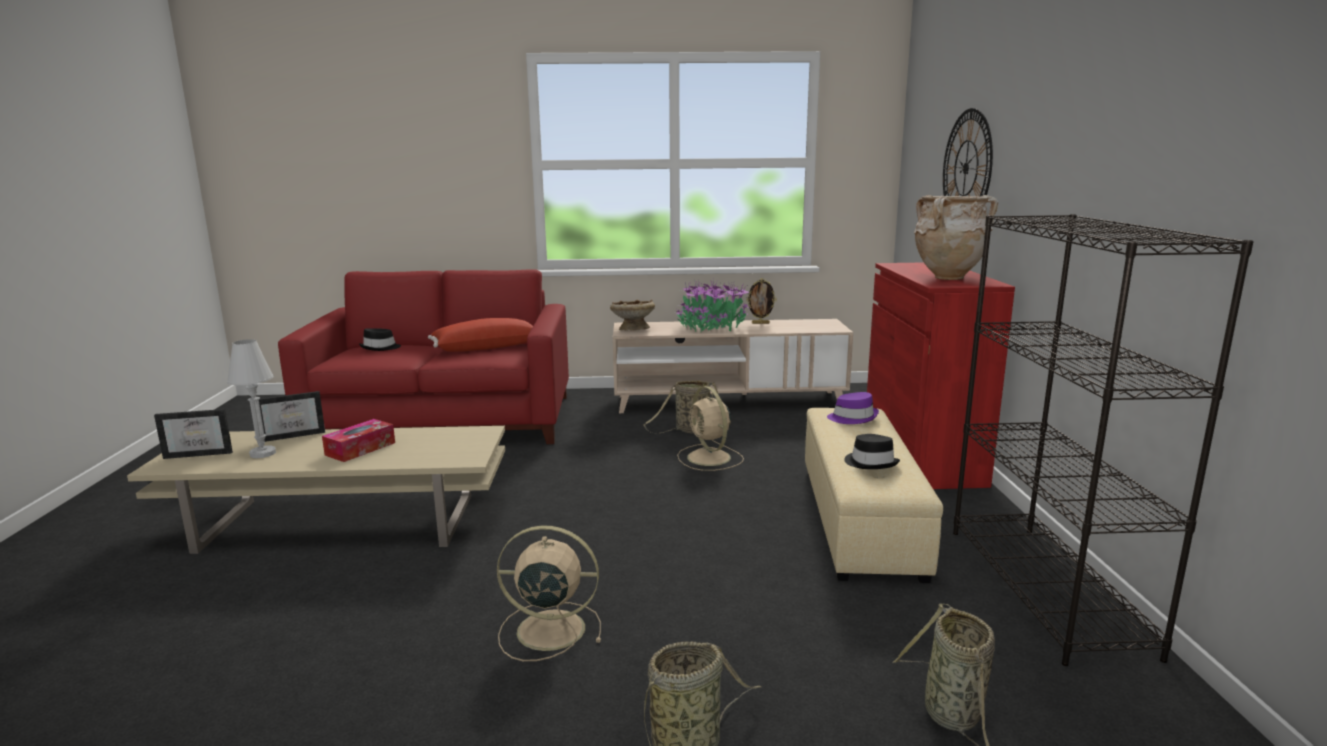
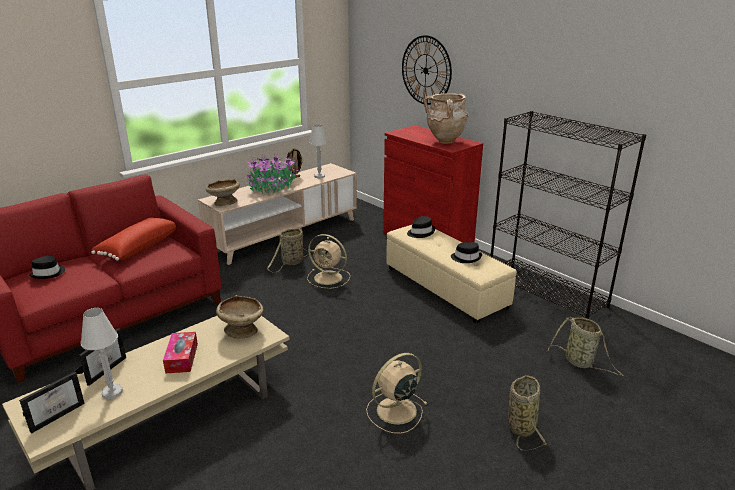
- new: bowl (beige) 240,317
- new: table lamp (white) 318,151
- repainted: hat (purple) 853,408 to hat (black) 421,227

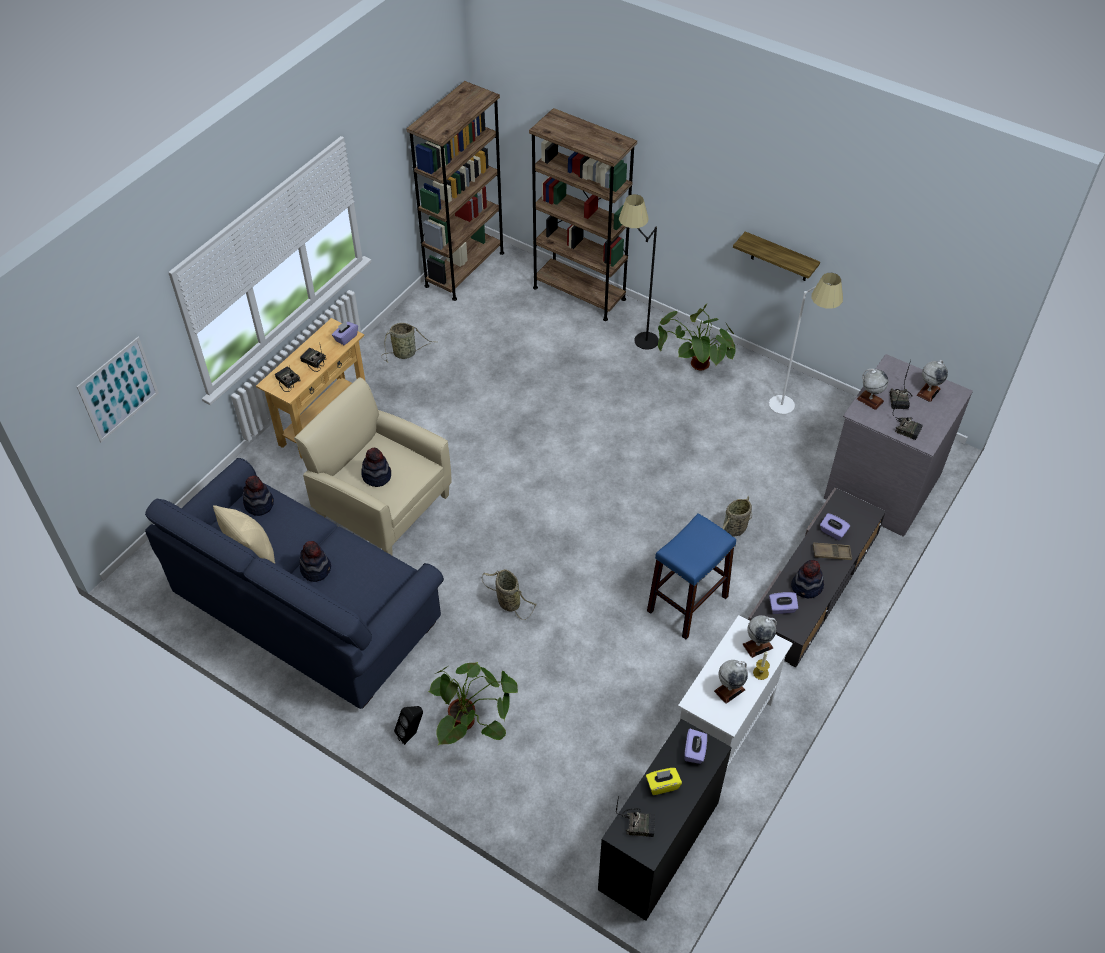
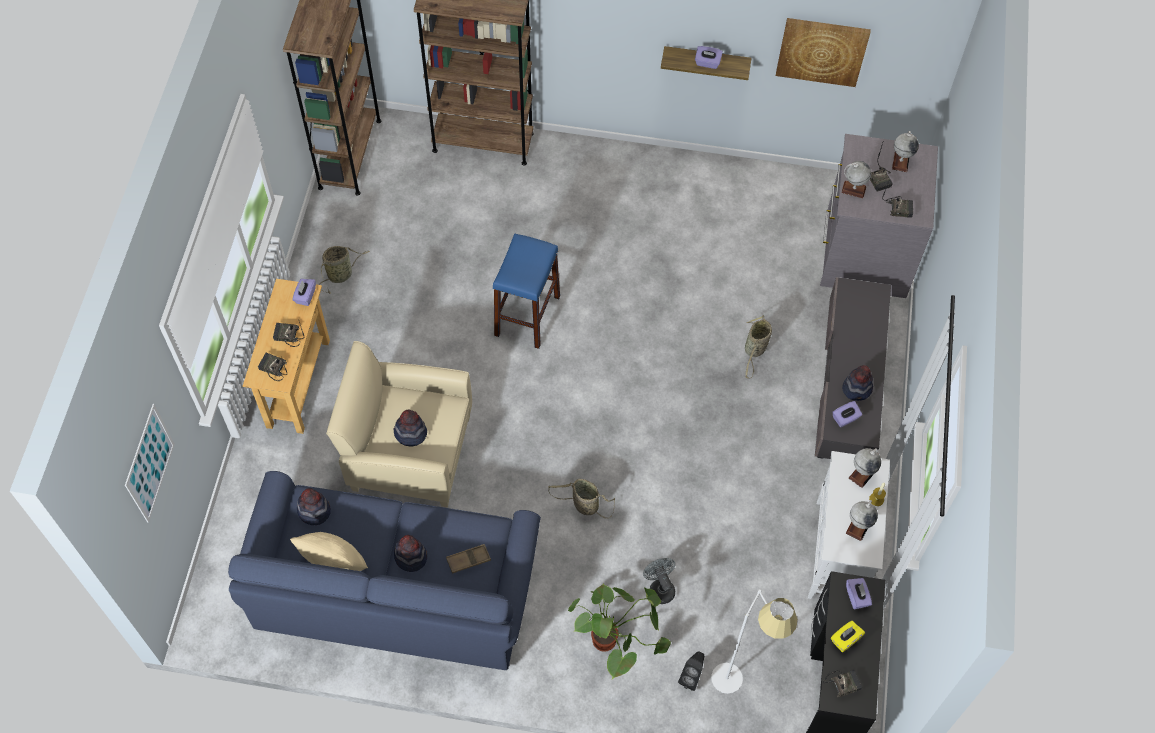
- gone: floor lamp (black) 639,272
- gone: potted plant 697,336
- new: fan (grey) 659,581
- new: picture 823,52
- shifted: speaker (black) 408,725 to 691,671
- shifted: stool (blue) 691,576 to 526,291
- shifted: floor lamp (white) 806,343 to 754,641
- shifted: tray (brown) 832,551 to 468,559
- shifted: tissue box (purple) 835,526 to 709,57

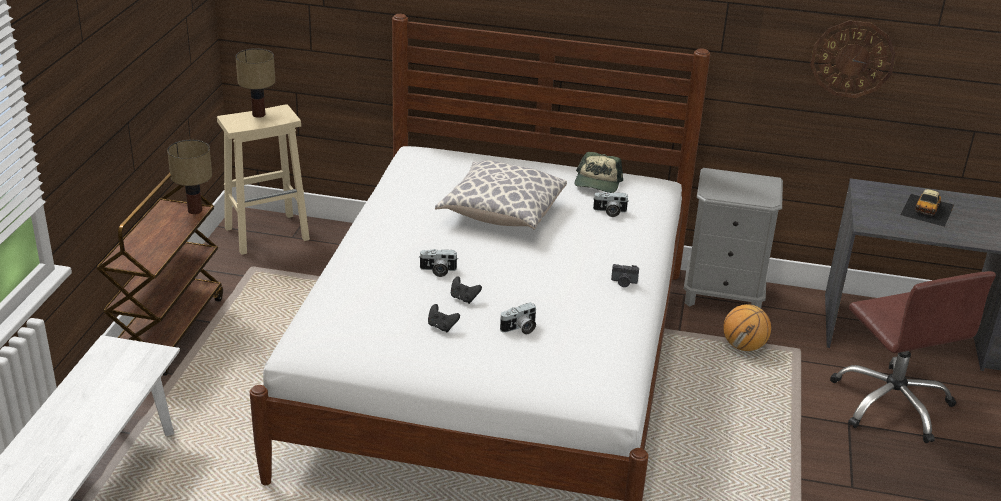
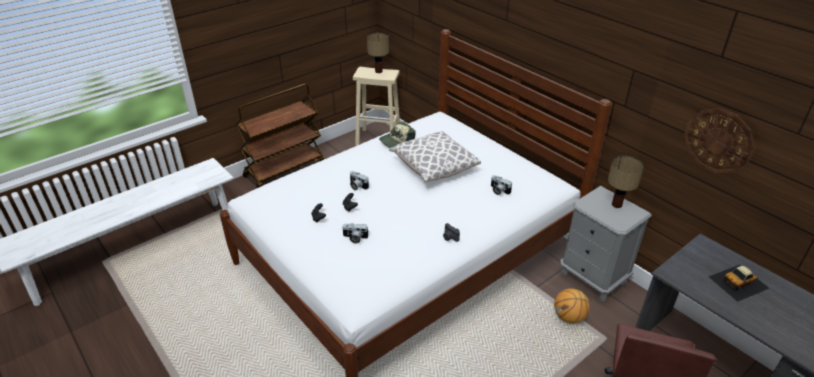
- shifted: table lamp 189,177 to 626,181
- shifted: cap 599,172 to 397,134

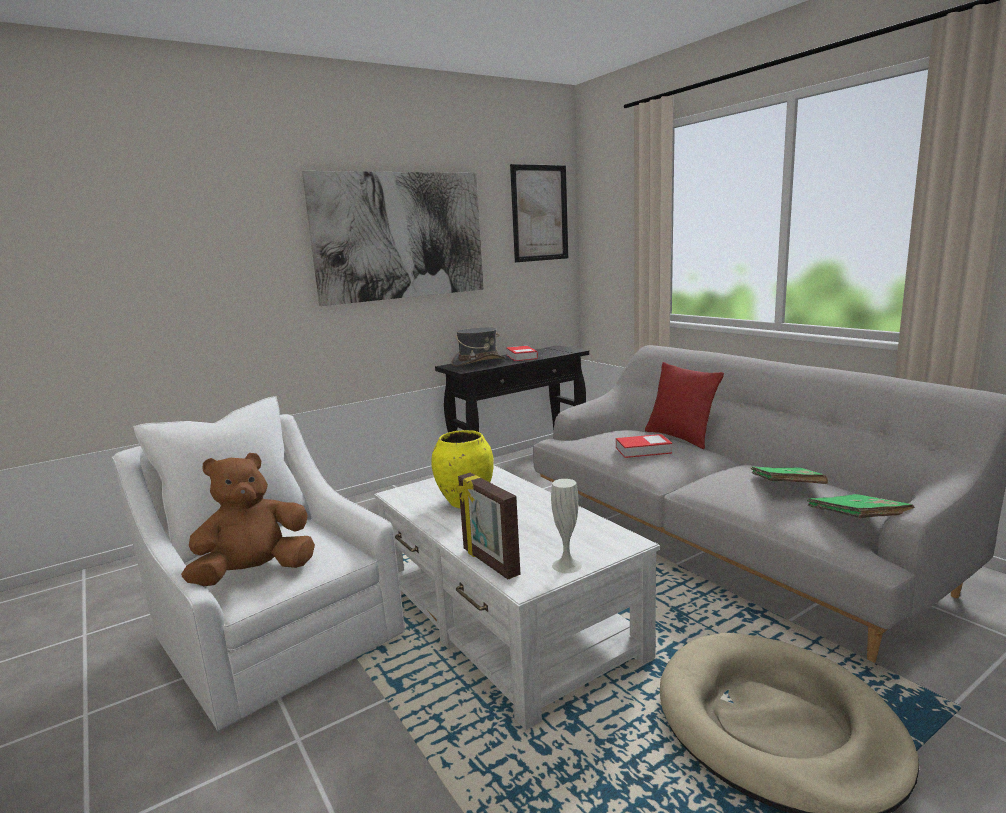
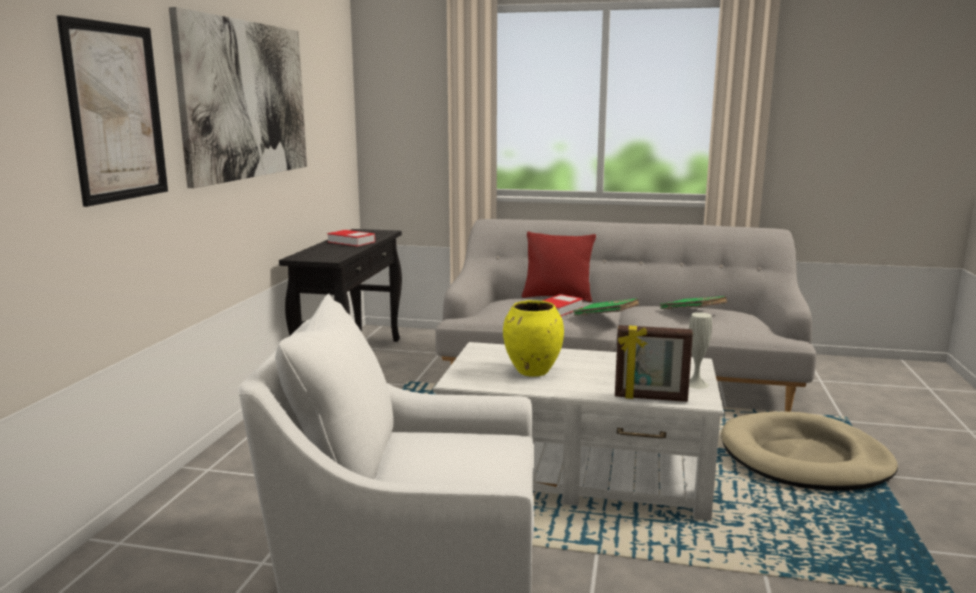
- gone: plush toy (brown) 248,519
- gone: hat (grey) 478,347
- shifted: picture 539,213 to 112,111
- shifted: book (green) 861,506 to 606,307

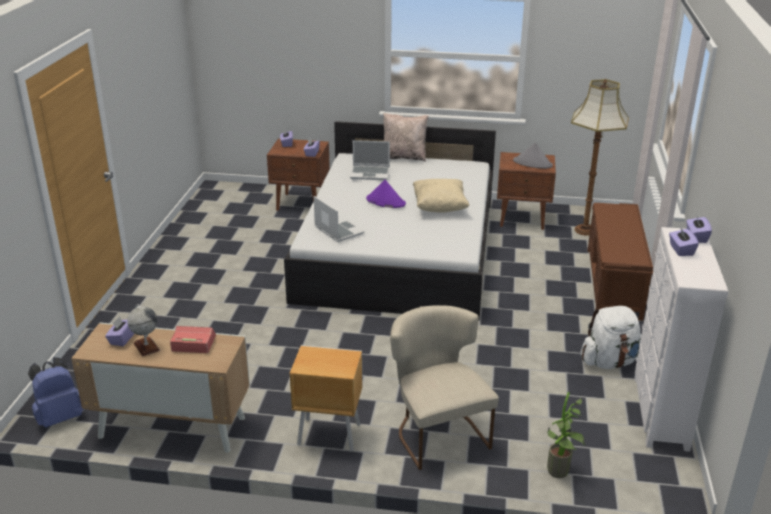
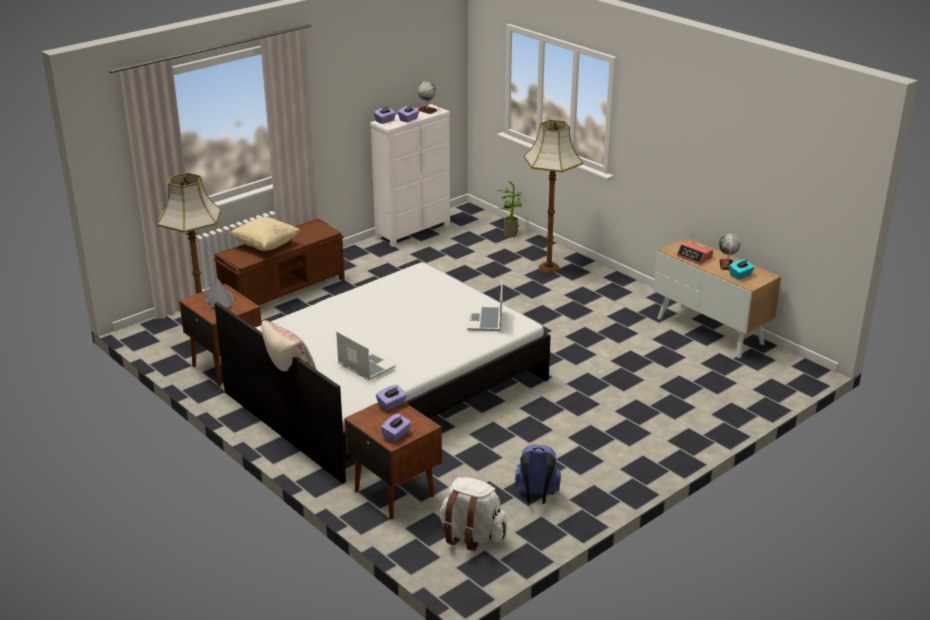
- gone: nightstand (brown) 326,398
- gone: hat (purple) 386,194
- new: globe 427,97
- shifted: backpack (blue) 56,392 to 538,474
- shifted: pillow (beige) 441,195 to 265,234
- shifted: backpack (white) 610,337 to 473,514
- swapped: chair (beige) 444,387 to floor lamp 553,196
- repainted: tissue box (purple) 120,331 to tissue box (turquoise) 742,269

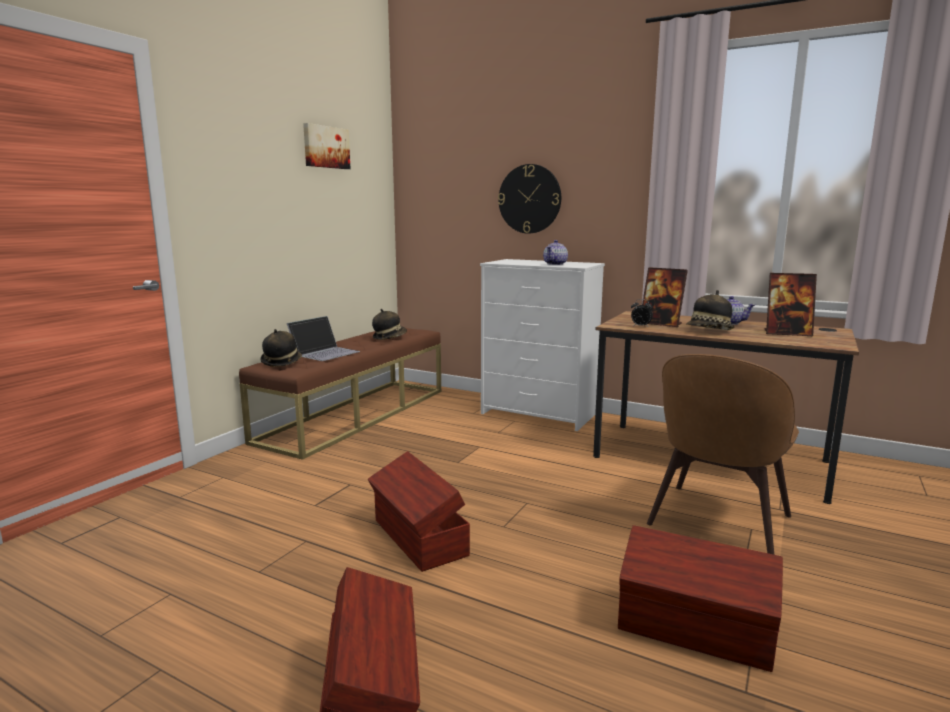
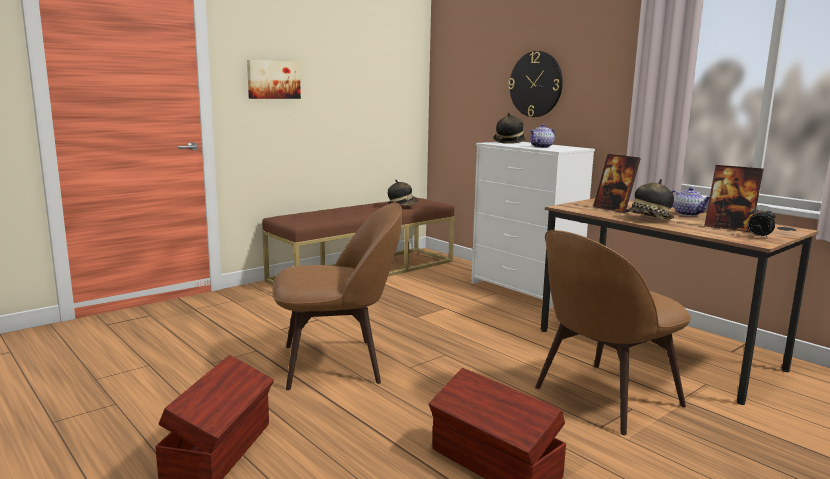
- gone: laptop 323,338
- shifted: hat 281,348 to 509,128
- shifted: picture 326,146 to 274,79
- shifted: alarm clock 642,313 to 762,222
- swapped: storage box (brown) 419,511 to chair (brown) 337,296

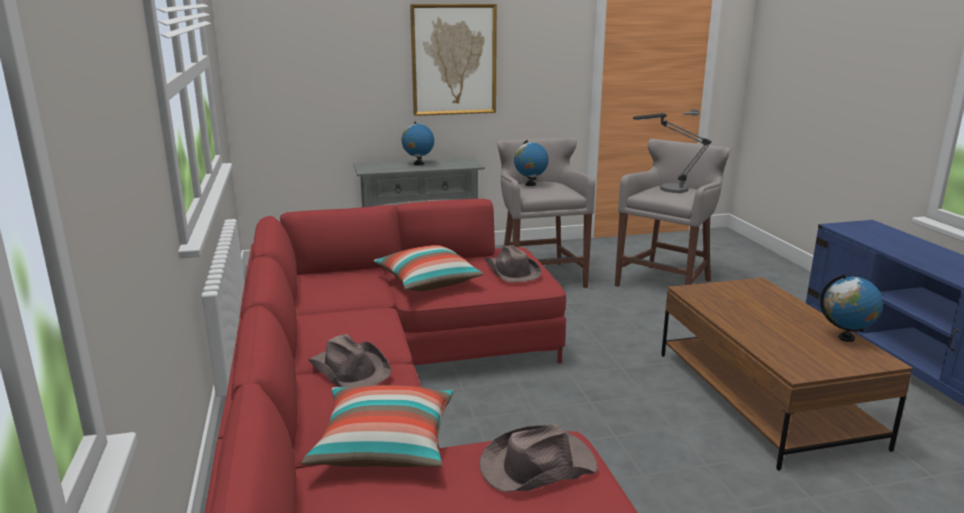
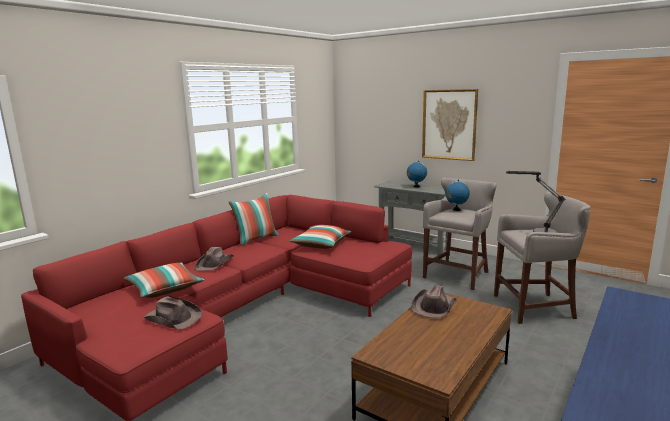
- gone: globe 851,308
- new: pillow 253,219
- shifted: hat (brown) 513,263 to 433,301

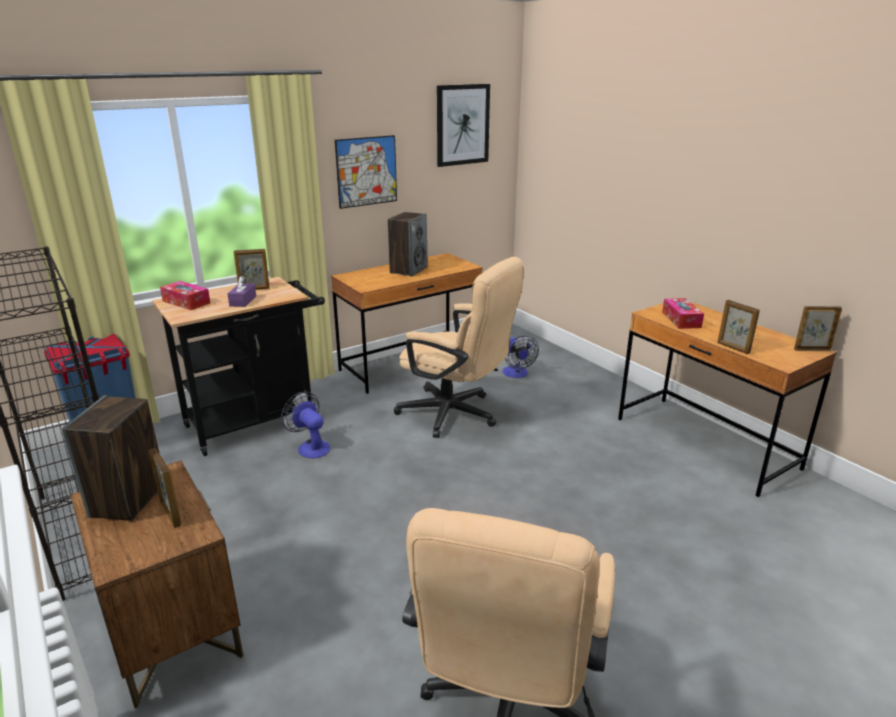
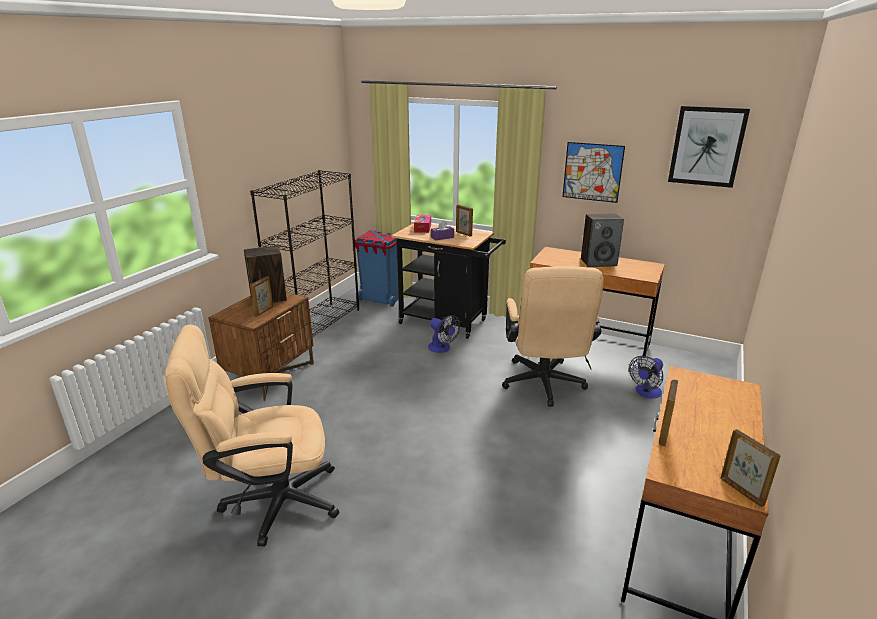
- gone: tissue box 683,313
- rotated: fan 305,424 = 444,334 120 degrees clockwise

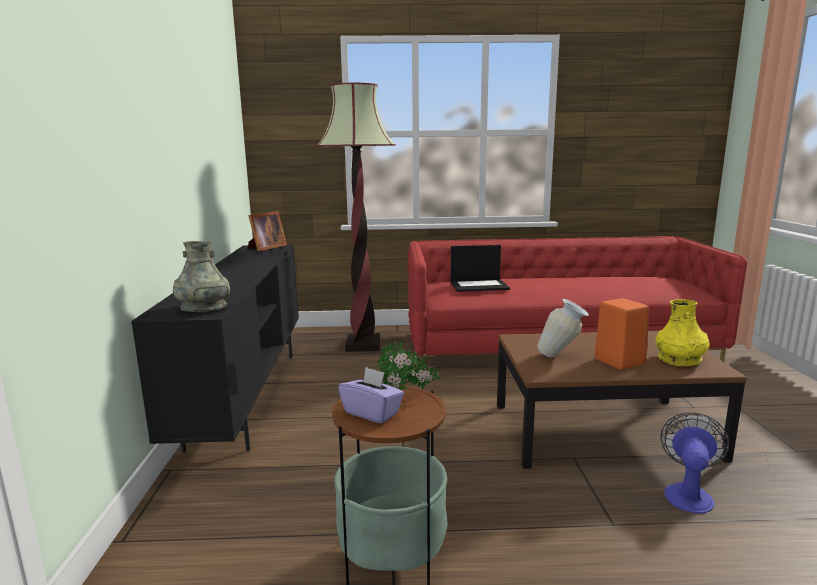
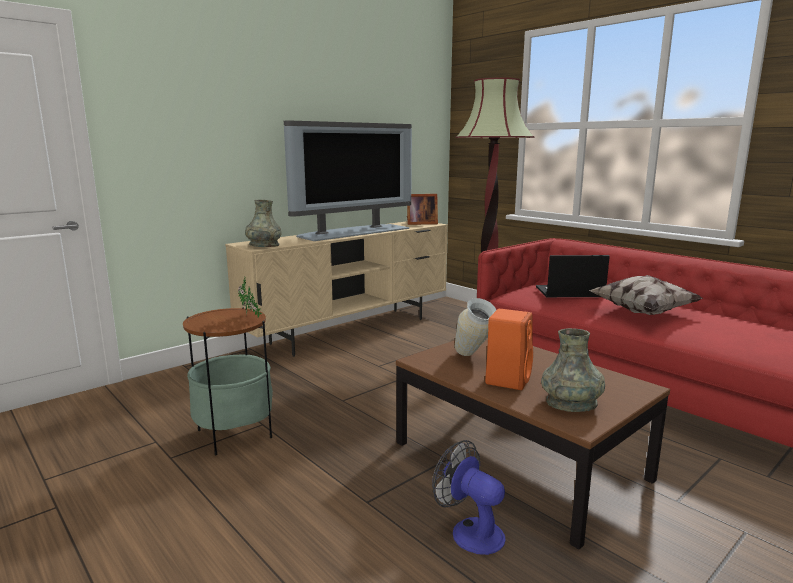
- gone: tissue box (purple) 371,395
- new: television 348,181
- new: pillow 646,295
- repainted: tv stand (black) 215,349 to tv stand (beige) 336,289
- repainted: vase (yellow) 683,332 to vase (grey) 573,370
- rotated: laptop 480,268 = 573,276 135 degrees clockwise
- rotated: fan 695,463 = 468,497 120 degrees counterclockwise

